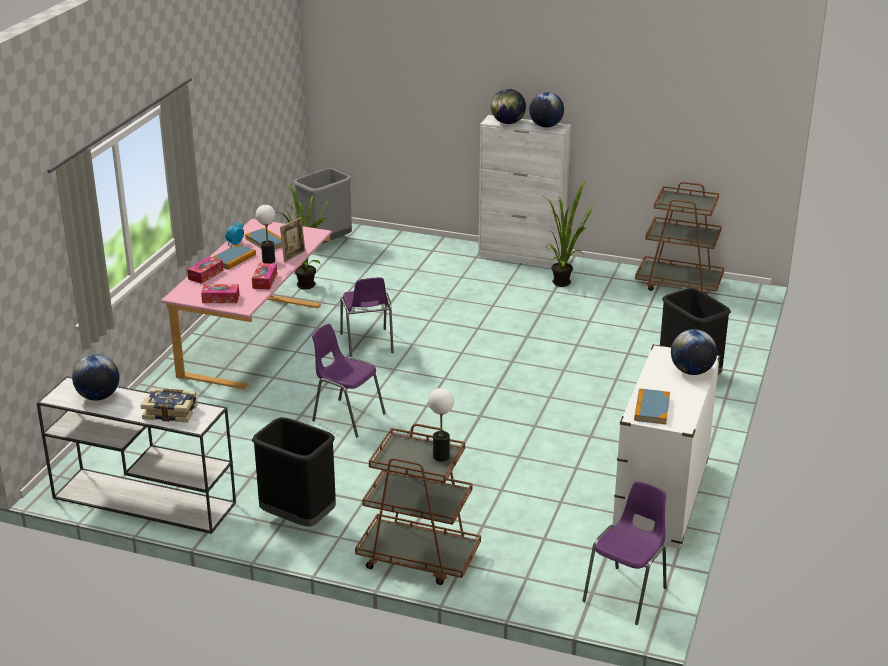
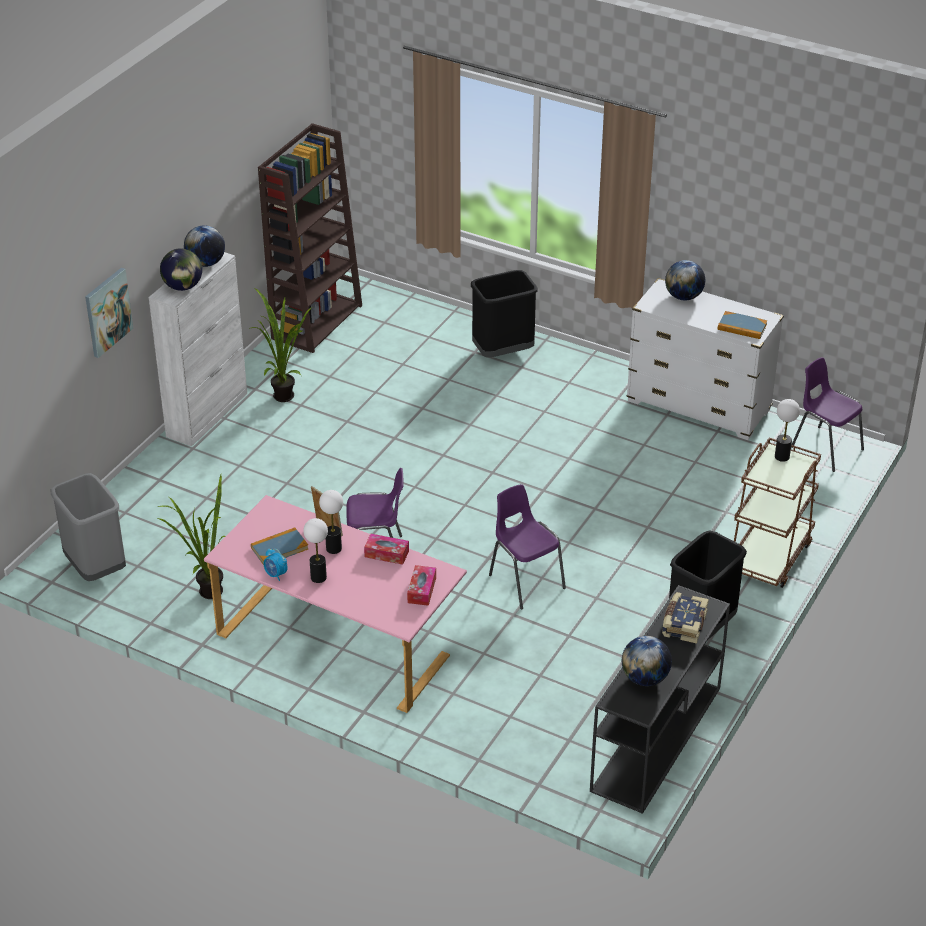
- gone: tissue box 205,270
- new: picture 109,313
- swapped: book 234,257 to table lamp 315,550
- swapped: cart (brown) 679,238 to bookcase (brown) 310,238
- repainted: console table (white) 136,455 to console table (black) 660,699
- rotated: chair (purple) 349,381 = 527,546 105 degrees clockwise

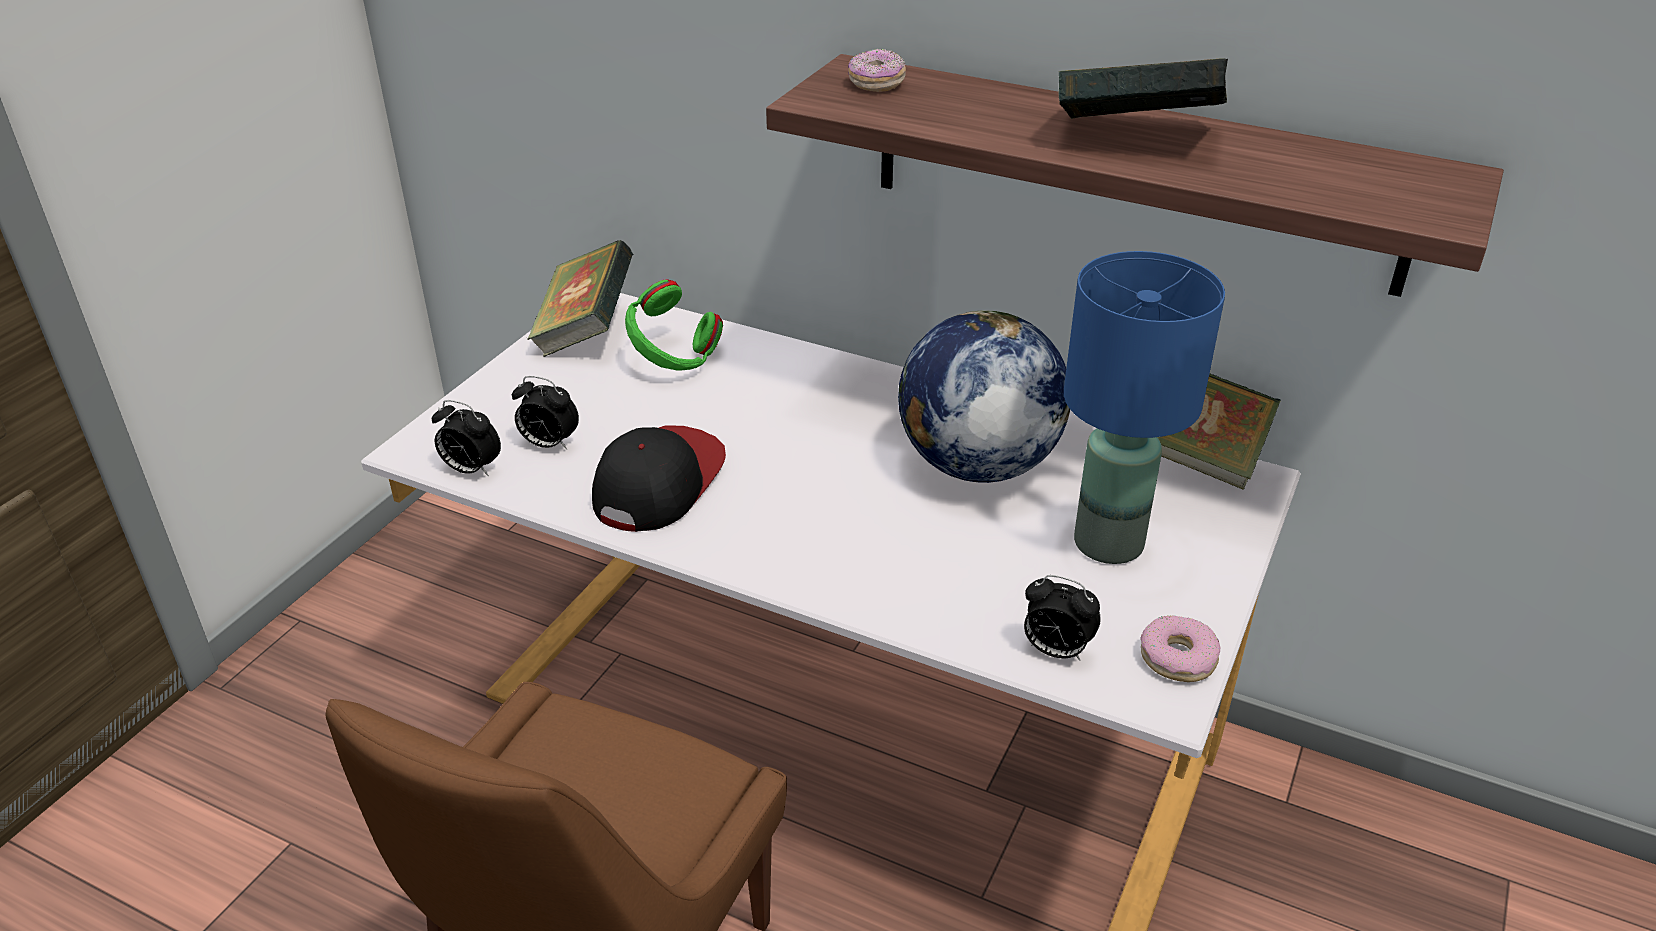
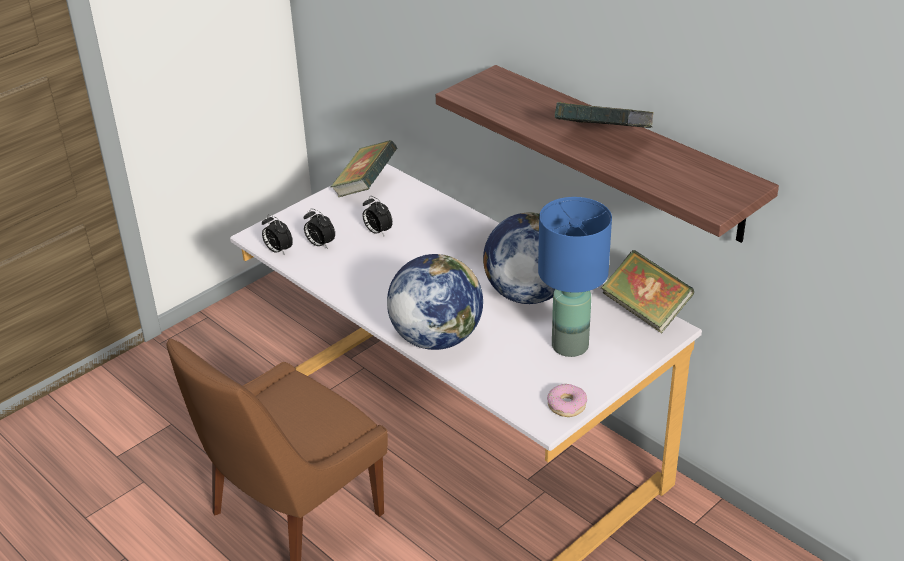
- gone: cap 659,478
- gone: headphones (green) 674,325
- gone: donut 877,70
- new: globe 435,302
- shifted: alarm clock 1062,618 to 377,216

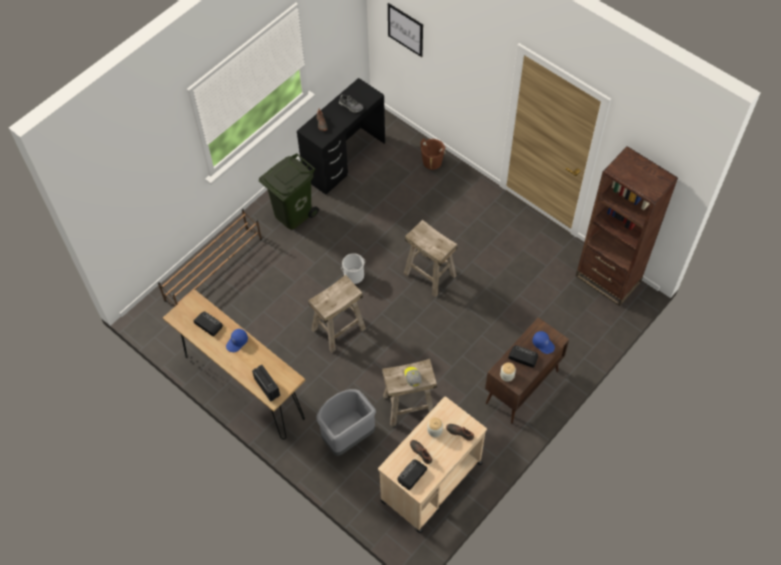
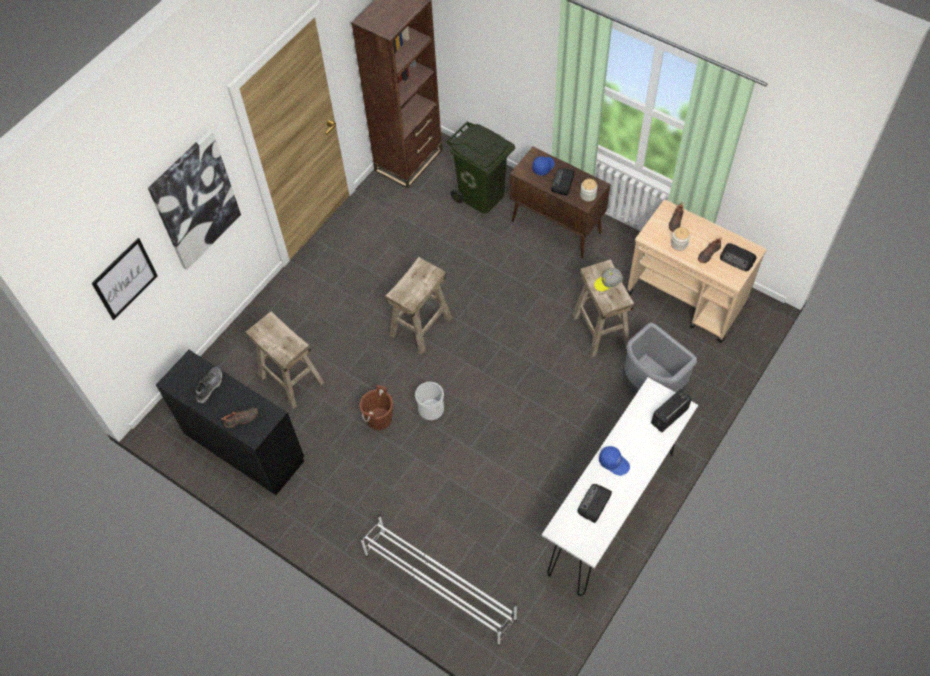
- new: picture 194,200
- shifted: trash can (green) 289,191 to 480,167
- shifted: stool (beige) 337,314 to 285,360
- shifted: bucket (brown) 433,154 to 376,407
- repainted: shoe rack (brown) 210,258 to shoe rack (white) 438,580
- repainted: console table (brown) 234,364 to console table (white) 620,487

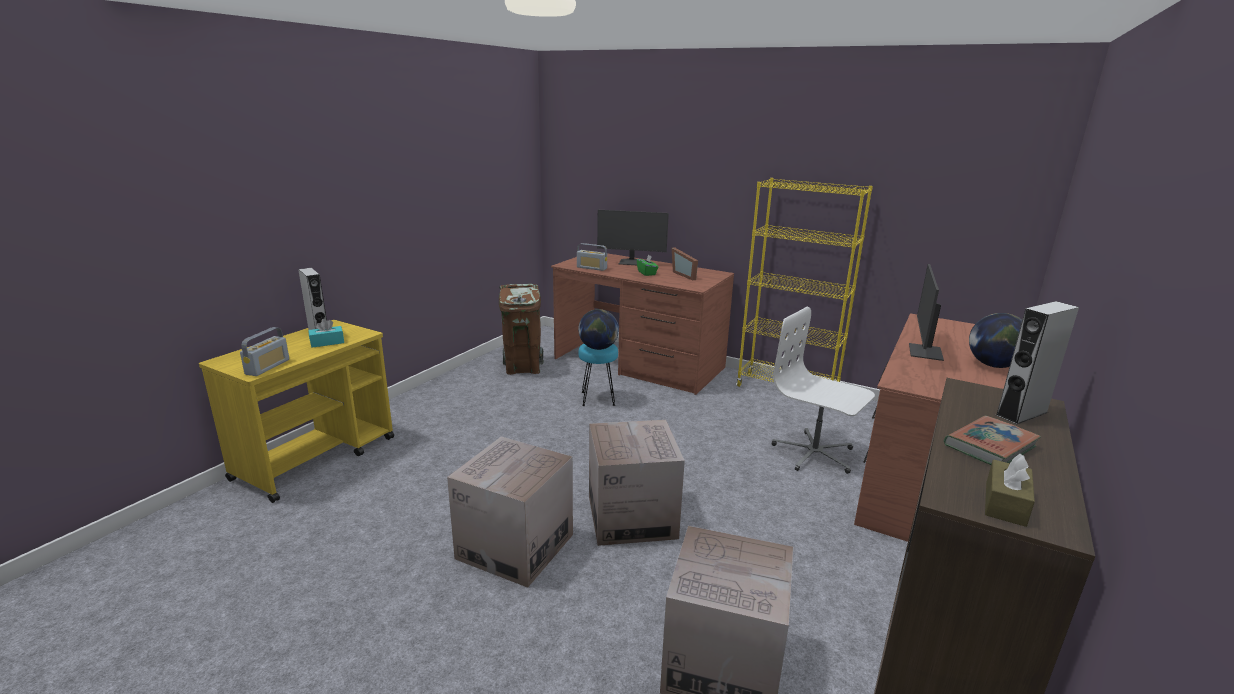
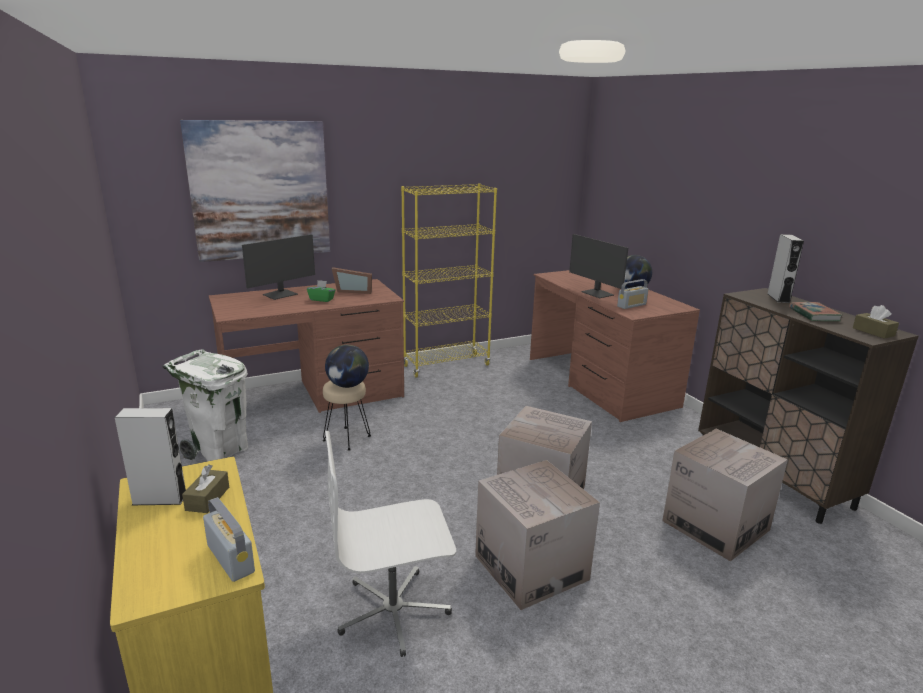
- new: picture 255,191
- shifted: radio 592,257 to 632,294
- shifted: office chair (white) 823,390 to 390,544
- repainted: tissue box (turquoise) 326,333 to tissue box (brown) 205,488
- repainted: trash can (brown) 521,329 to trash can (white) 205,405
- repainted: stool (turquoise) 598,375 to stool (beige) 347,415

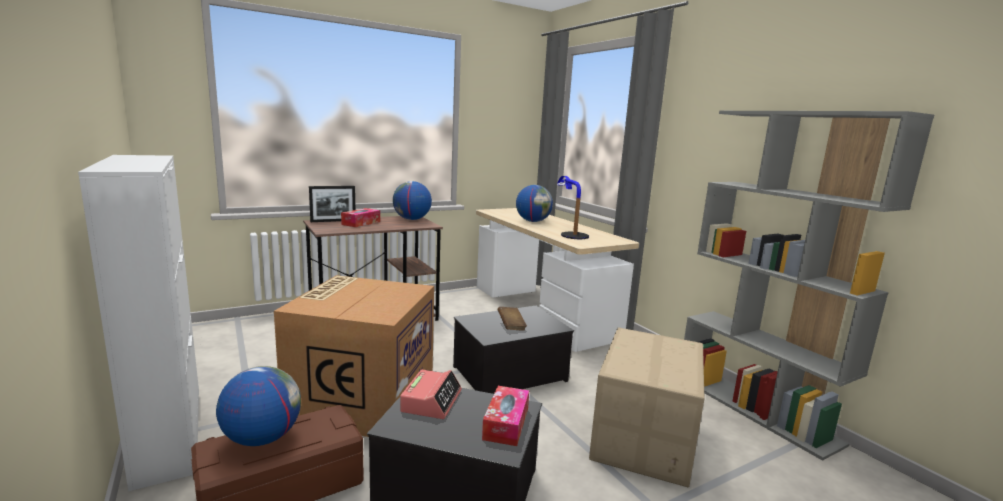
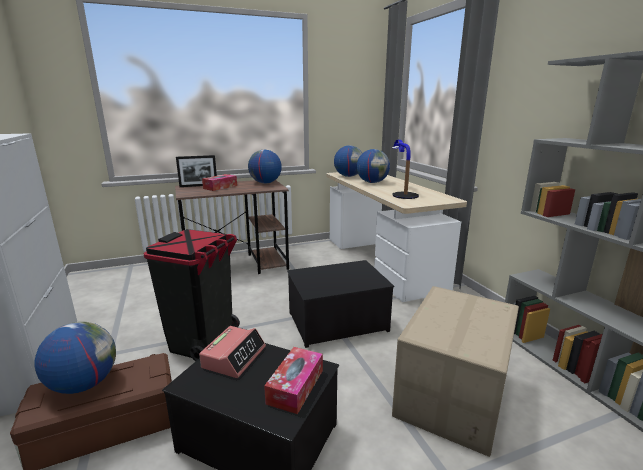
- gone: book (brown) 512,319
- new: globe 348,161
- swapped: cardboard box 354,356 to trash can (black) 191,295

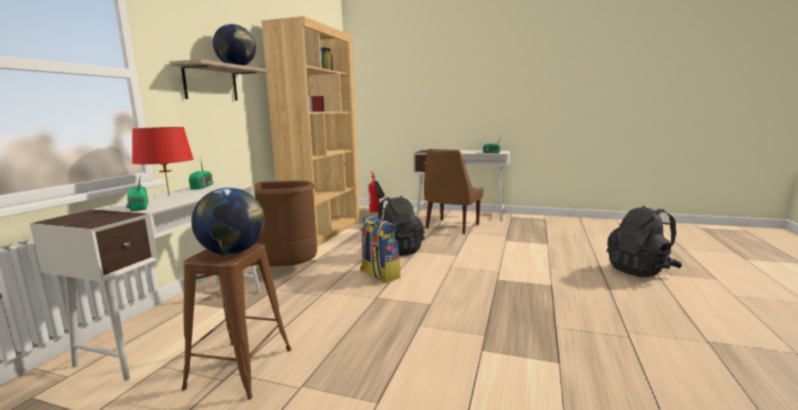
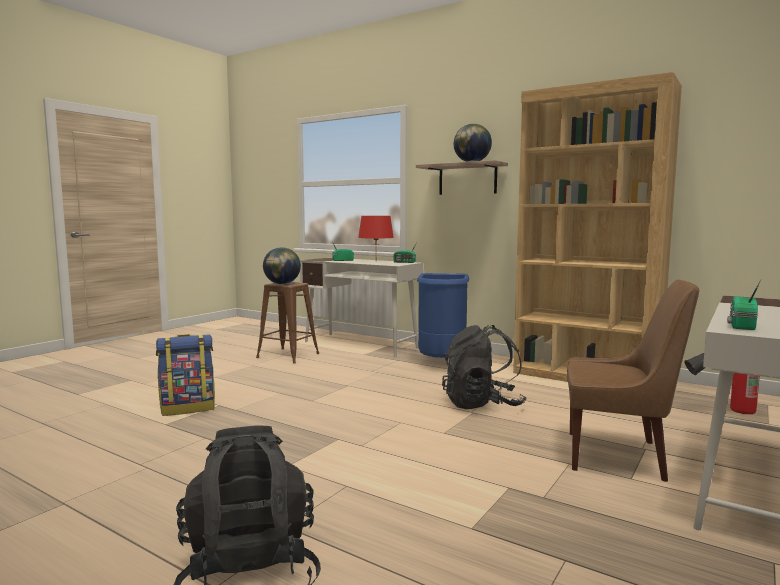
- shifted: backpack 380,249 to 185,375
- repainted: trash can (brown) 285,223 to trash can (blue) 443,315
- rotated: chair (brown) 454,191 = 633,381 150 degrees clockwise

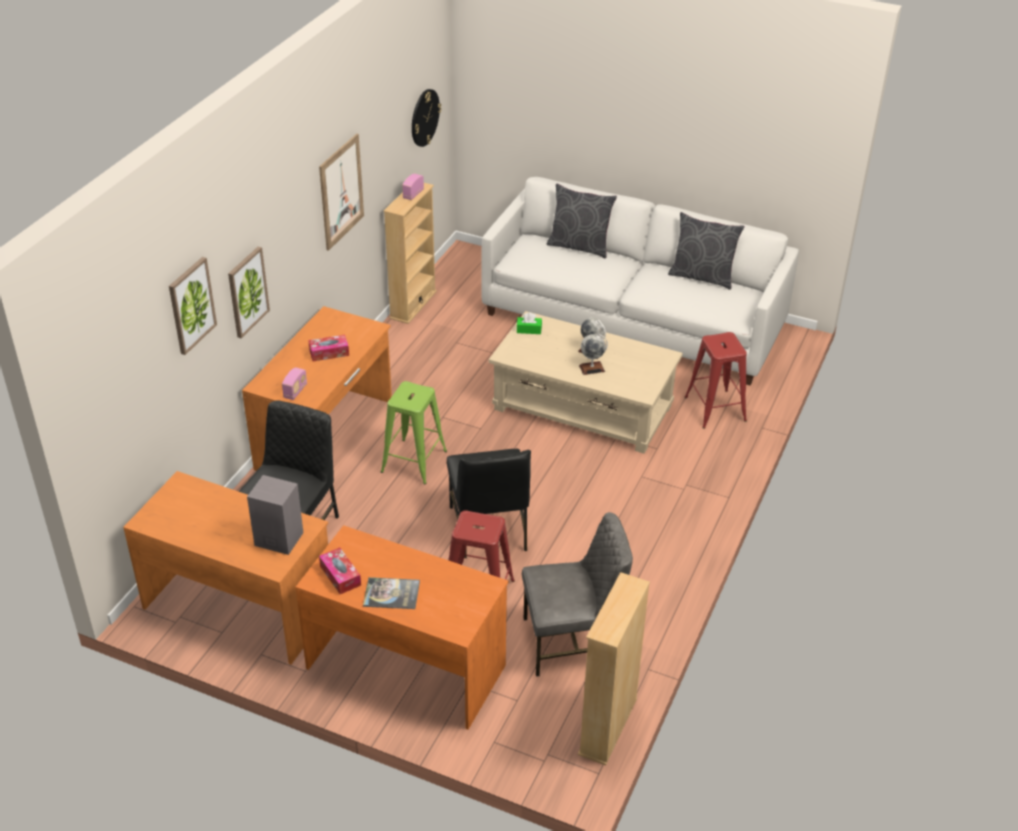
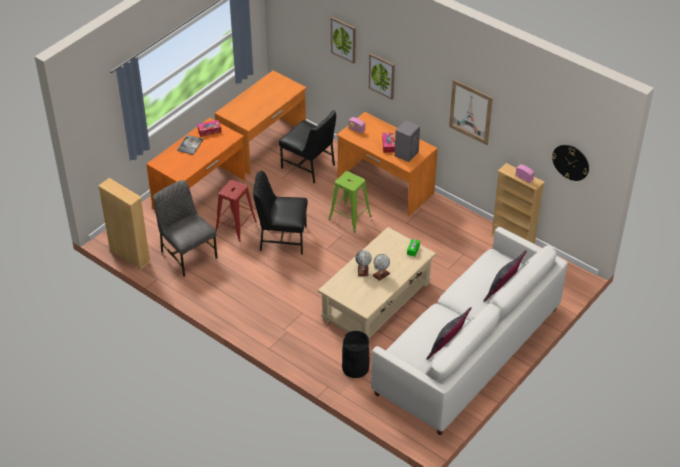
- shifted: speaker (grey) 275,515 to 407,141
- swapped: stool (red) 715,380 to trash can (black) 355,354
- rotated: chair (grey) 577,594 = 185,228 135 degrees clockwise

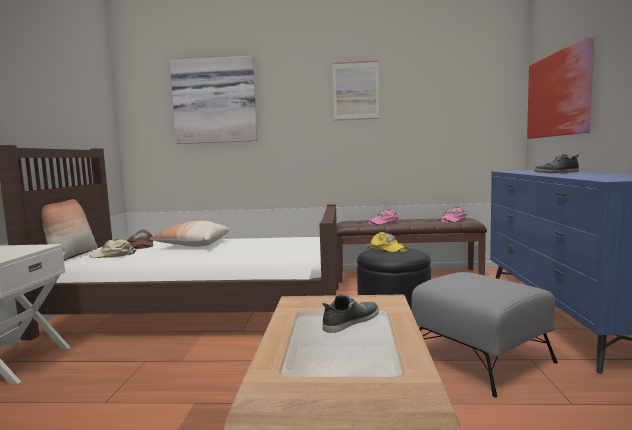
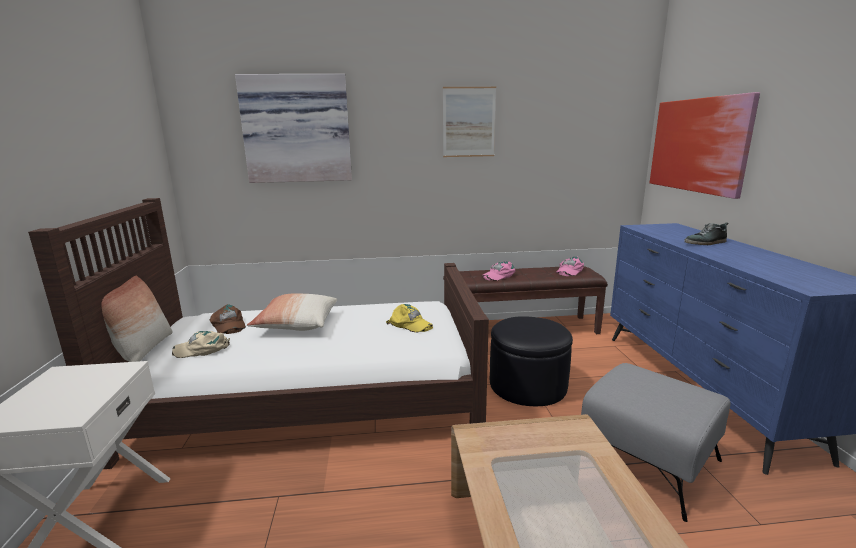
- gone: shoe 350,314
- shifted: cap (yellow) 387,242 to 409,318

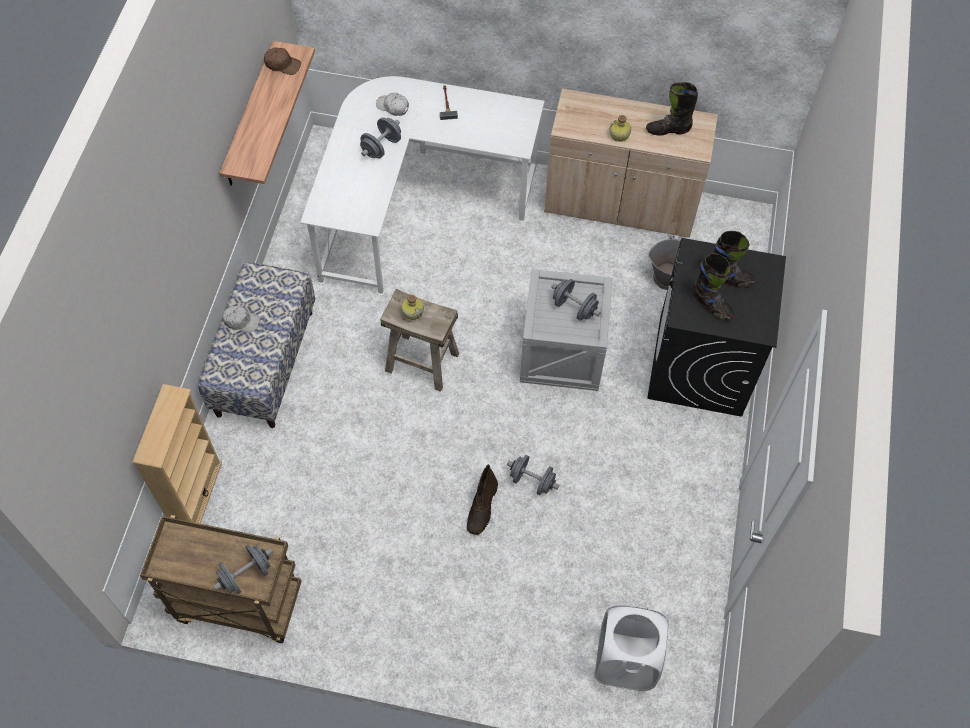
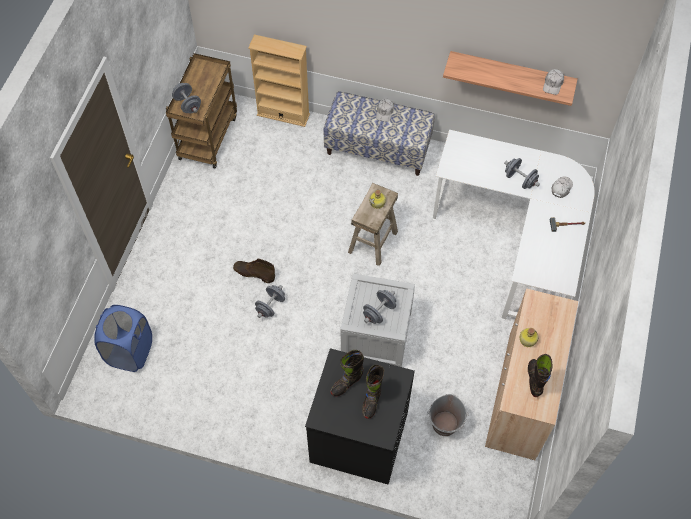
- repainted: cap (brown) 282,61 to cap (white) 553,82
- repainted: laundry basket (white) 631,648 to laundry basket (blue) 123,338

